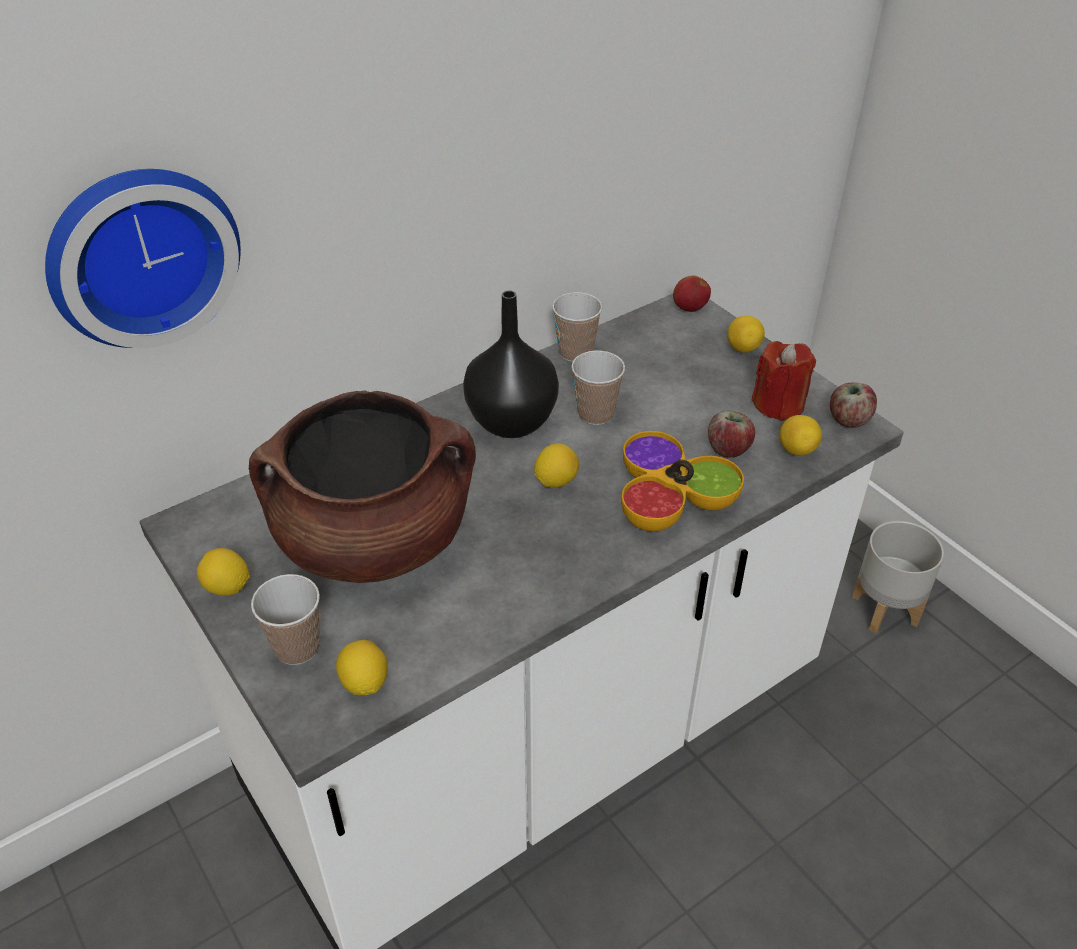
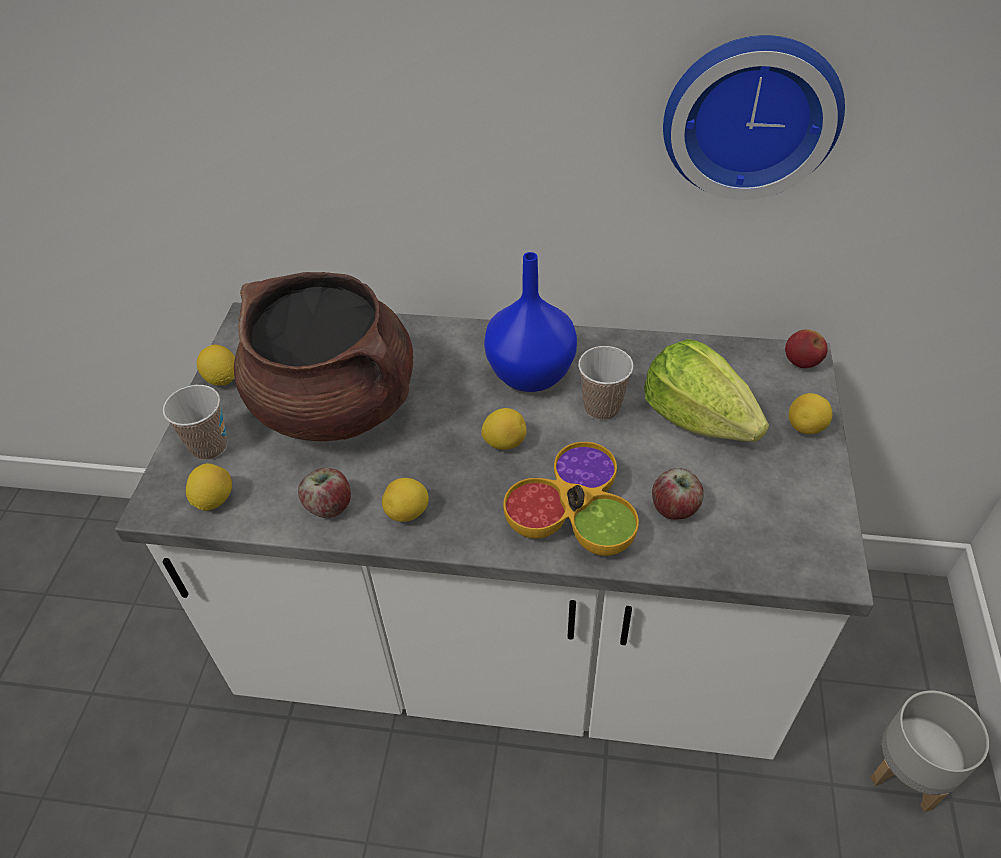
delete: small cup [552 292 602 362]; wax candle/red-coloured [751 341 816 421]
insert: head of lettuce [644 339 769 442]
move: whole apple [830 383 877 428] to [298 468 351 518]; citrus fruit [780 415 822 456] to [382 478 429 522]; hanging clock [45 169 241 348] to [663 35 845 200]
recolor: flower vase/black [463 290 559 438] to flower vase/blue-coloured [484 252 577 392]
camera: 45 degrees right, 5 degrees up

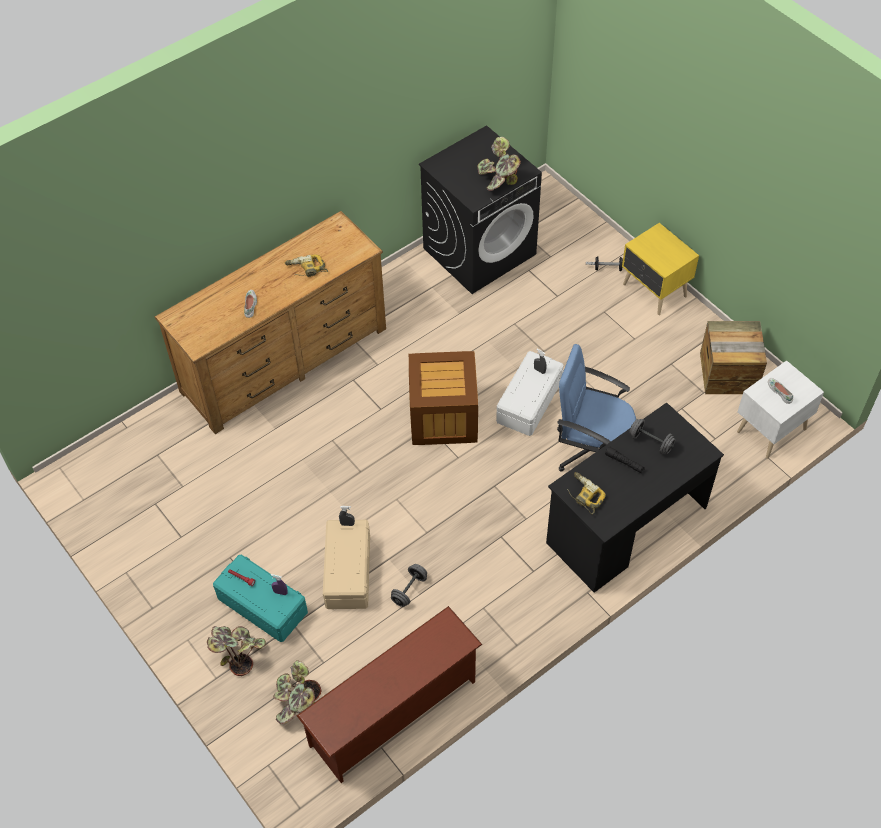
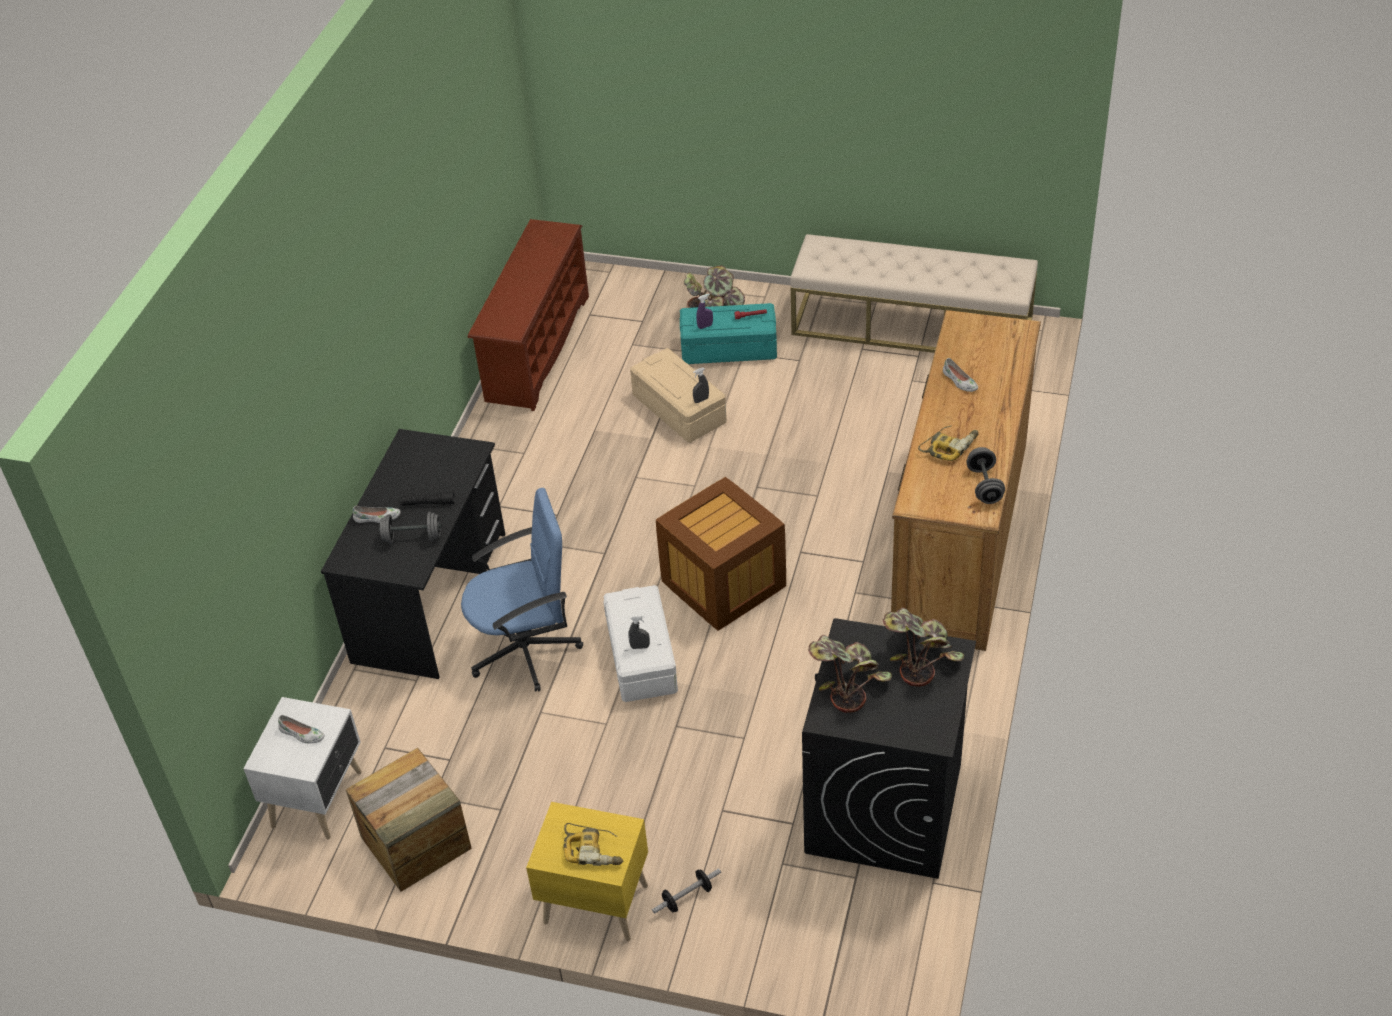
insert: shoe/white [353 506 401 523]; long seat/sand-coloured [790 234 1038 353]
move: power drill [567 473 606 515] to [564 823 623 866]; houseplant [273 660 322 724] to [883 608 964 687]; hand weight/gray [391 564 427 607] to [966 447 1005 504]
camera: 145 degrees right, 10 degrees down

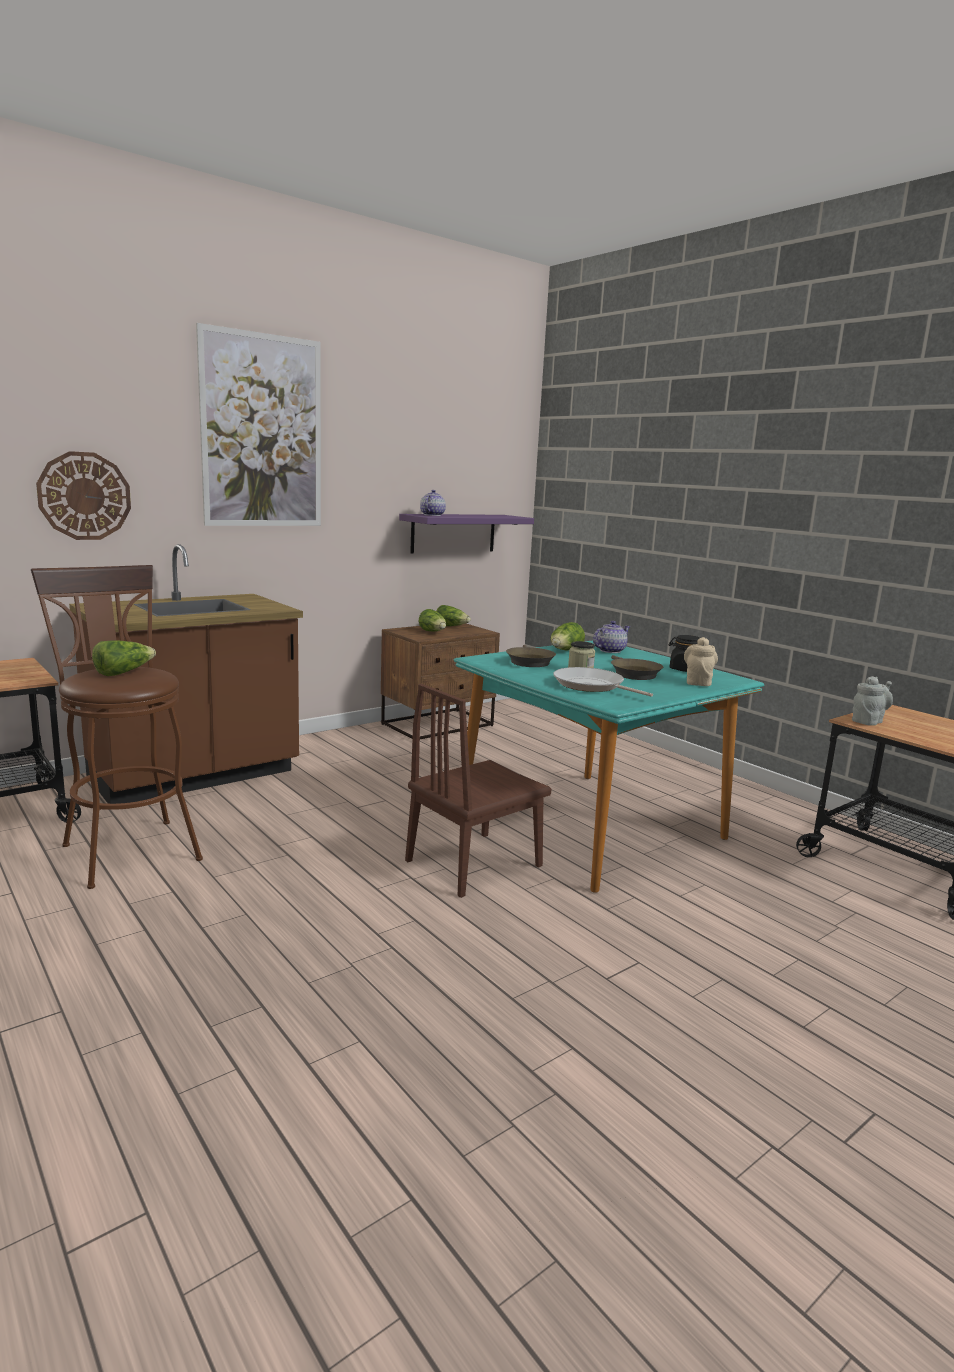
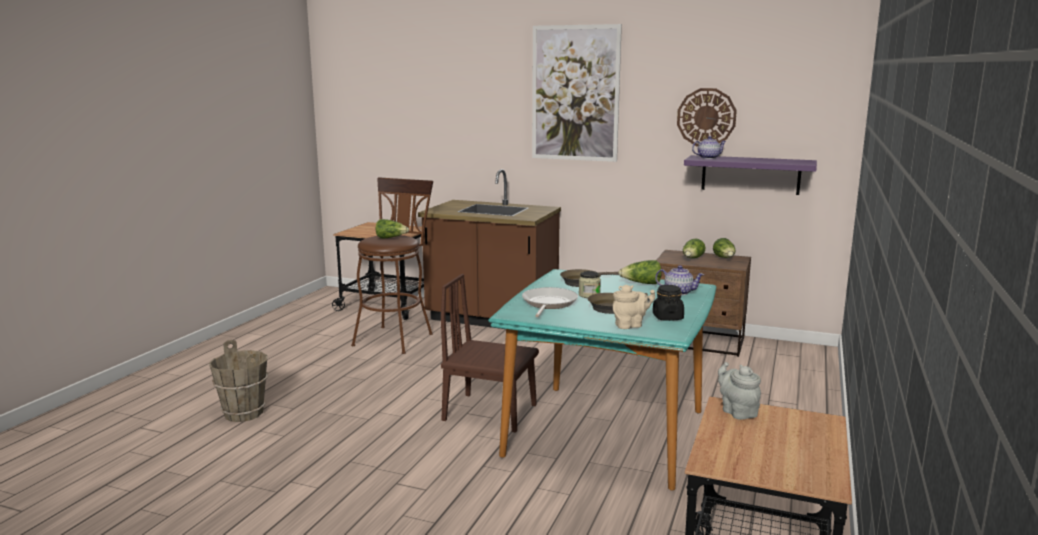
insert: pail/brownish [209 340 268 422]
move: hanging clock [36 451 131 540] to [677 88 737 147]
rotate: teapot/gray [852 676 893 726] = [718 362 761 420] 135 degrees counterclockwise
camera: 60 degrees right, 0 degrees up

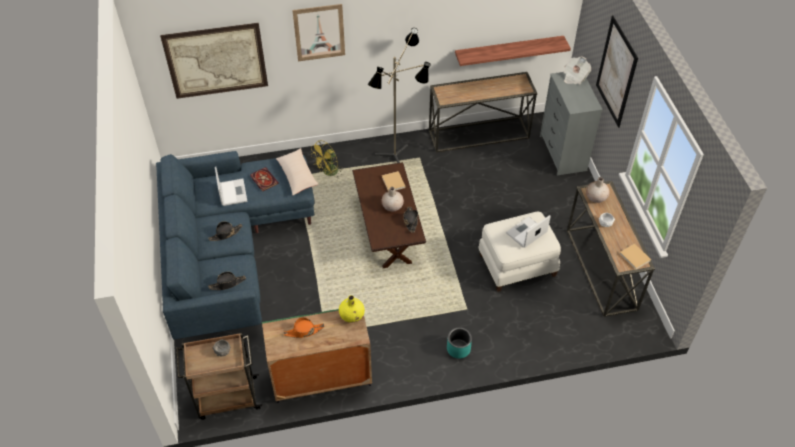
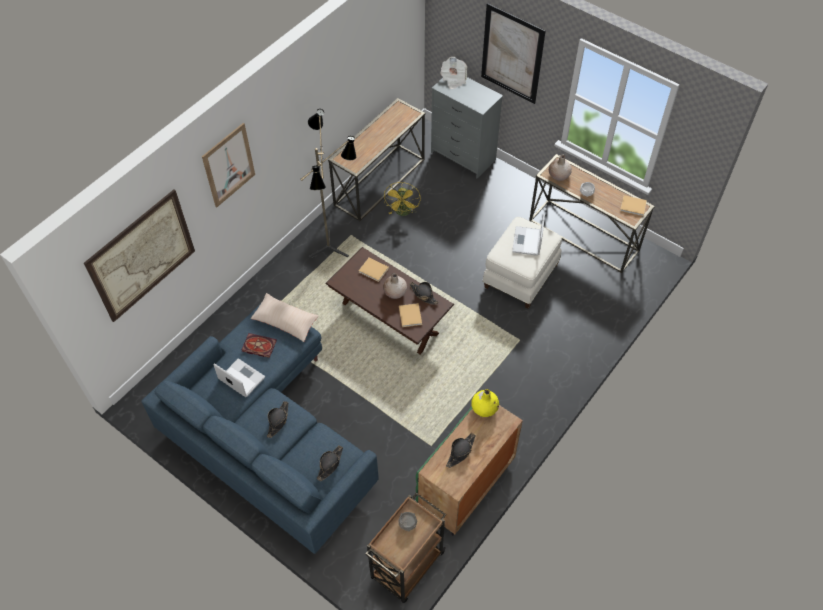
delete: planter/blue-green [447 327 472 359]; wall shelf [455 36 571 66]
insert: book/sand-coloured [399 303 422 327]
move: cooling fan/yellow-coloured [310 140 343 177] to [384 182 421 216]
recolor: hat/orange-coloured [284 317 324 338] to hat/black [446 433 476 468]
camera: 40 degrees left, 5 degrees up

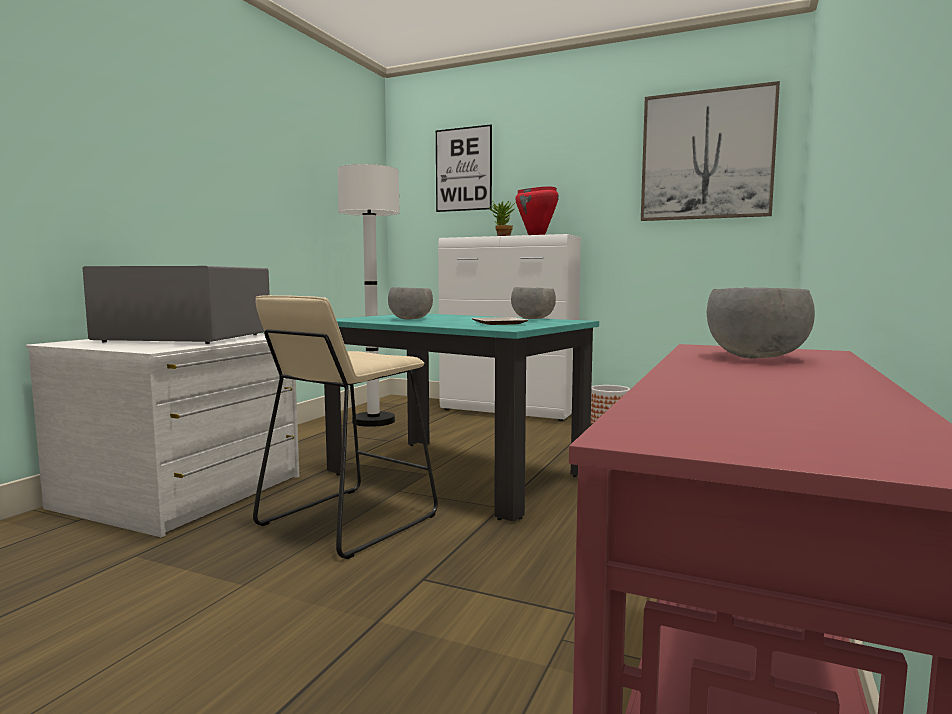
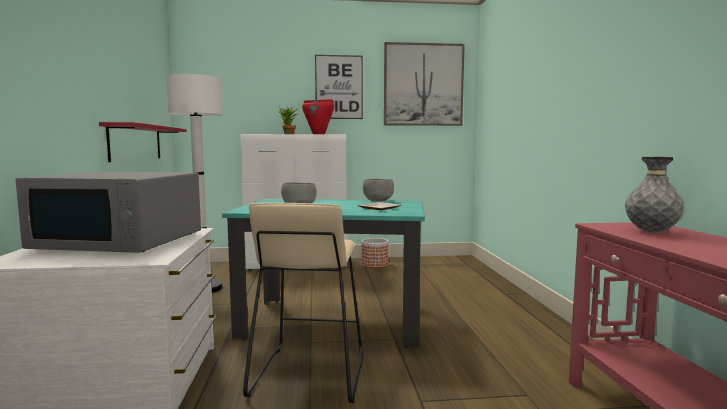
insert: wall shelf/red-coloured [99 122 187 162]
move: picture [436 125 492 212] to [315 55 363 119]
replace: deep dish/gray [707 287 815 359] to flower vase/gray [625 157 684 233]
rotate: kitchen microwave/gray [83 266 270 344] = [16 172 201 253] 150 degrees counterclockwise
camera: 30 degrees left, 0 degrees up

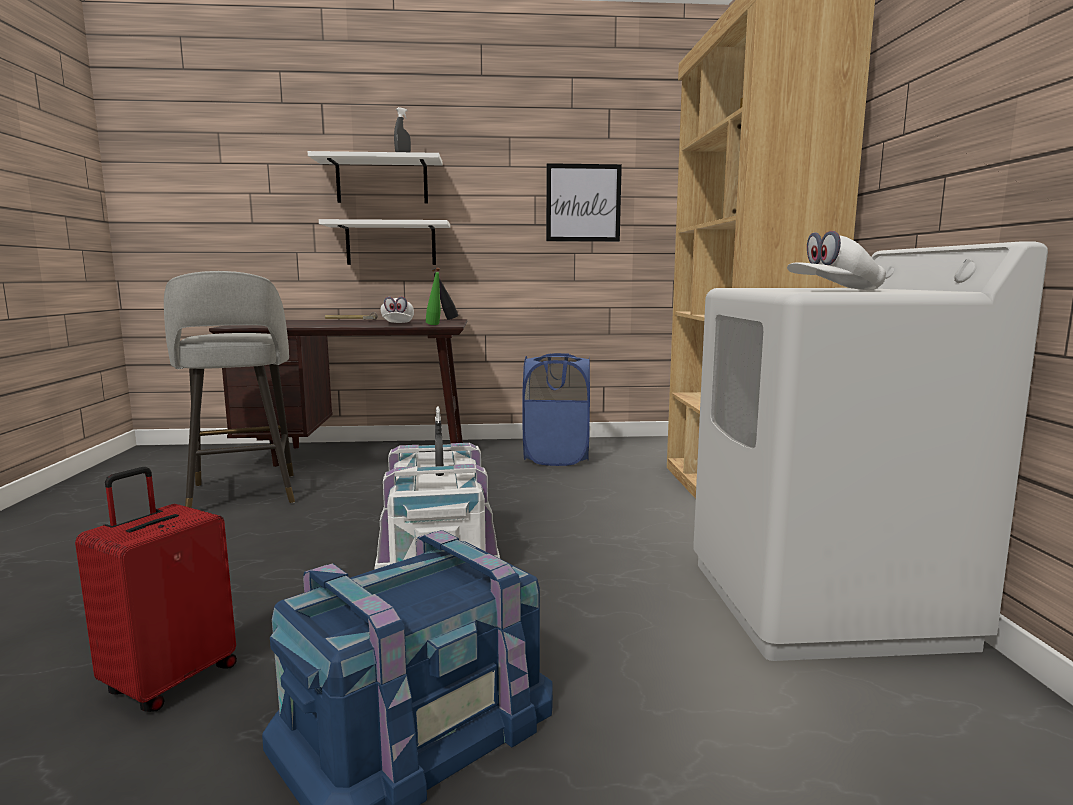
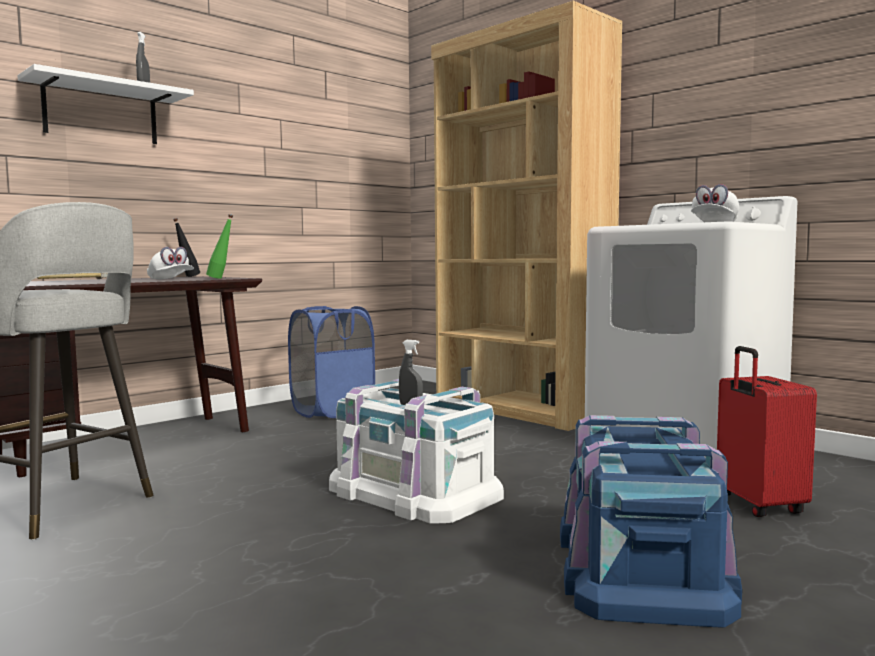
delete: wall shelf/white [319 219 450 265]; picture [546 163 622 242]
move: suitcase/red-coloured [75 467 237 712] to [717 346 817 517]
camera: 40 degrees left, 5 degrees down

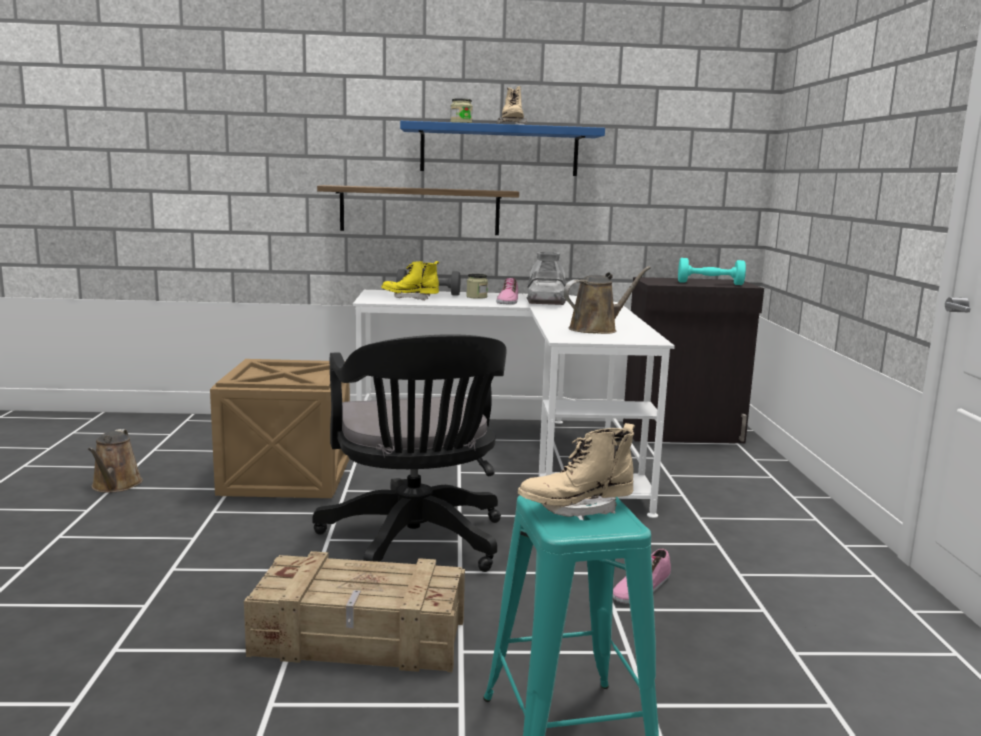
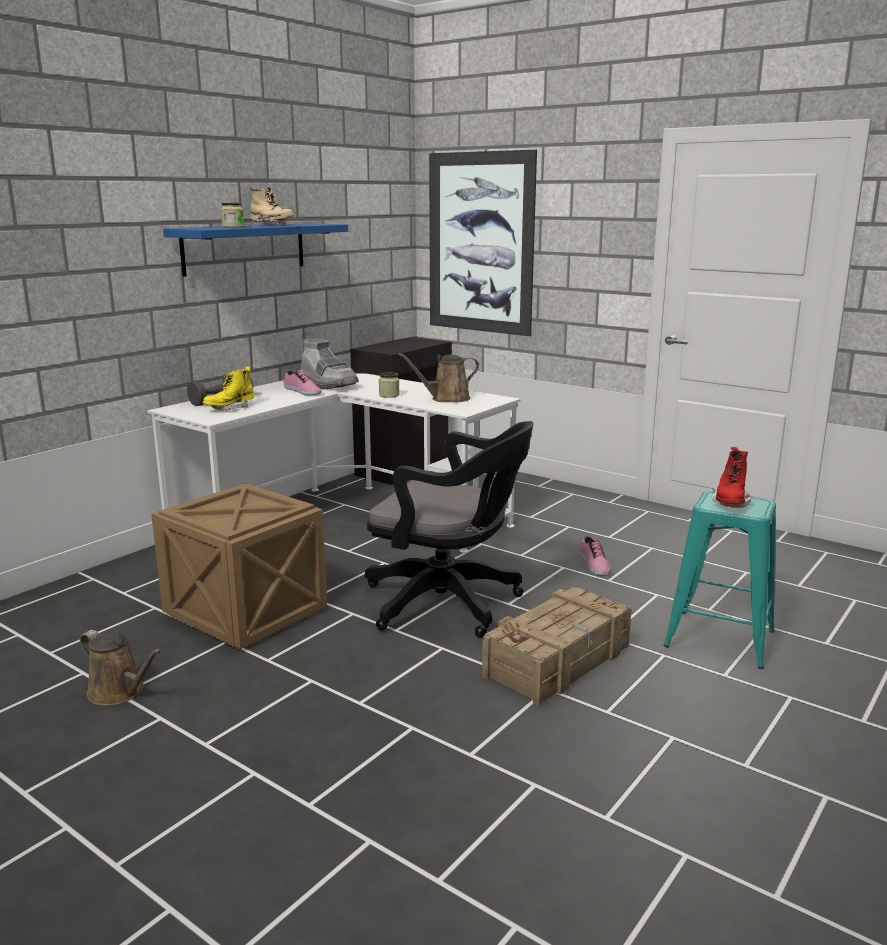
delete: wall shelf [317 185 519 235]; hand weight/blue-green [678 258 746 285]
insert: picture [429 150 537 336]
move: storage jar [466 274 488 299] to [379 372 400 398]
recolor: boot/sand-coloured [518 423 635 517] to boot/red-coloured [712 447 751 508]
rotate: sprinkling can/brownish [564 266 651 334] = [398 353 479 402] 120 degrees counterclockwise
camera: 50 degrees left, 5 degrees up

